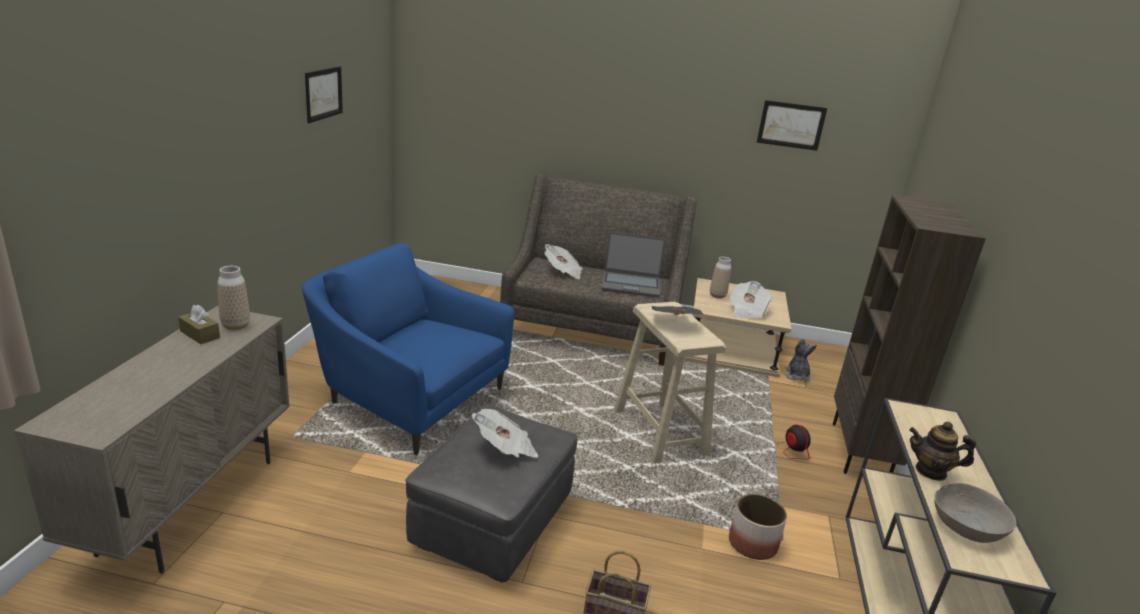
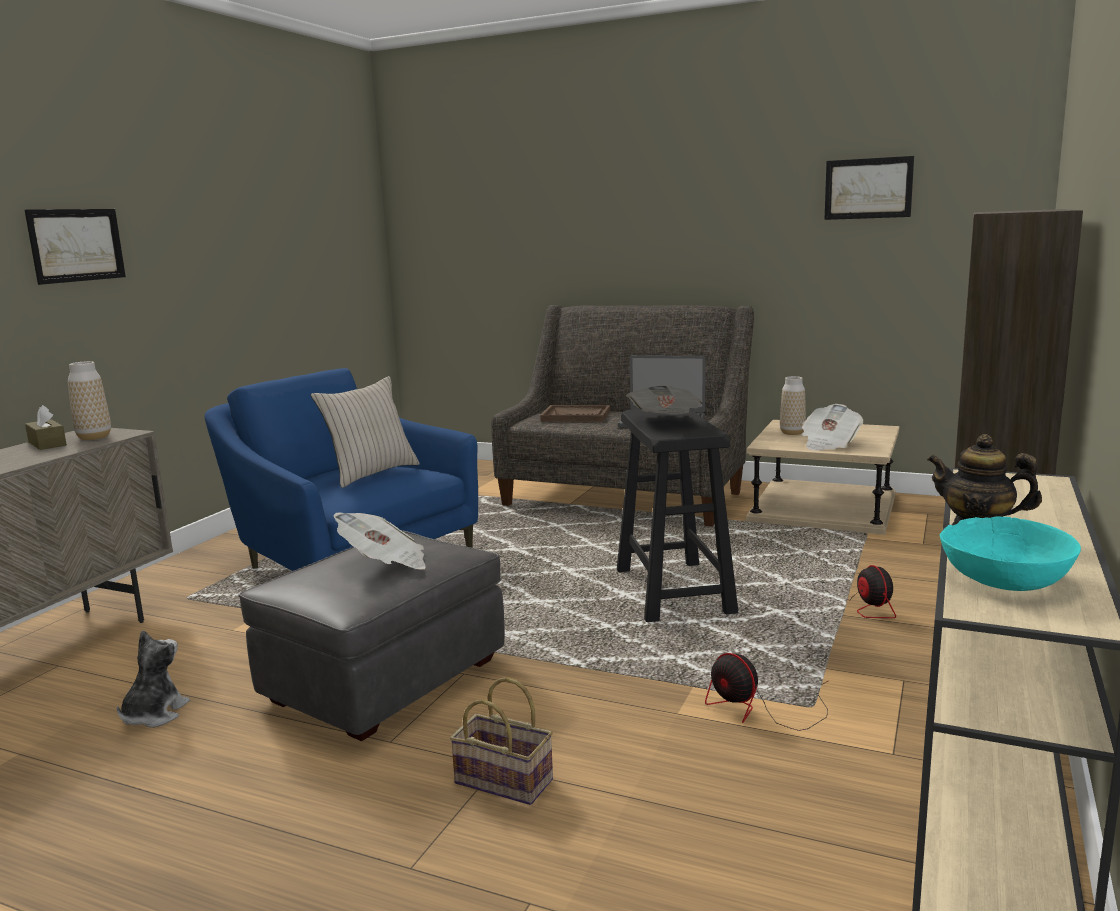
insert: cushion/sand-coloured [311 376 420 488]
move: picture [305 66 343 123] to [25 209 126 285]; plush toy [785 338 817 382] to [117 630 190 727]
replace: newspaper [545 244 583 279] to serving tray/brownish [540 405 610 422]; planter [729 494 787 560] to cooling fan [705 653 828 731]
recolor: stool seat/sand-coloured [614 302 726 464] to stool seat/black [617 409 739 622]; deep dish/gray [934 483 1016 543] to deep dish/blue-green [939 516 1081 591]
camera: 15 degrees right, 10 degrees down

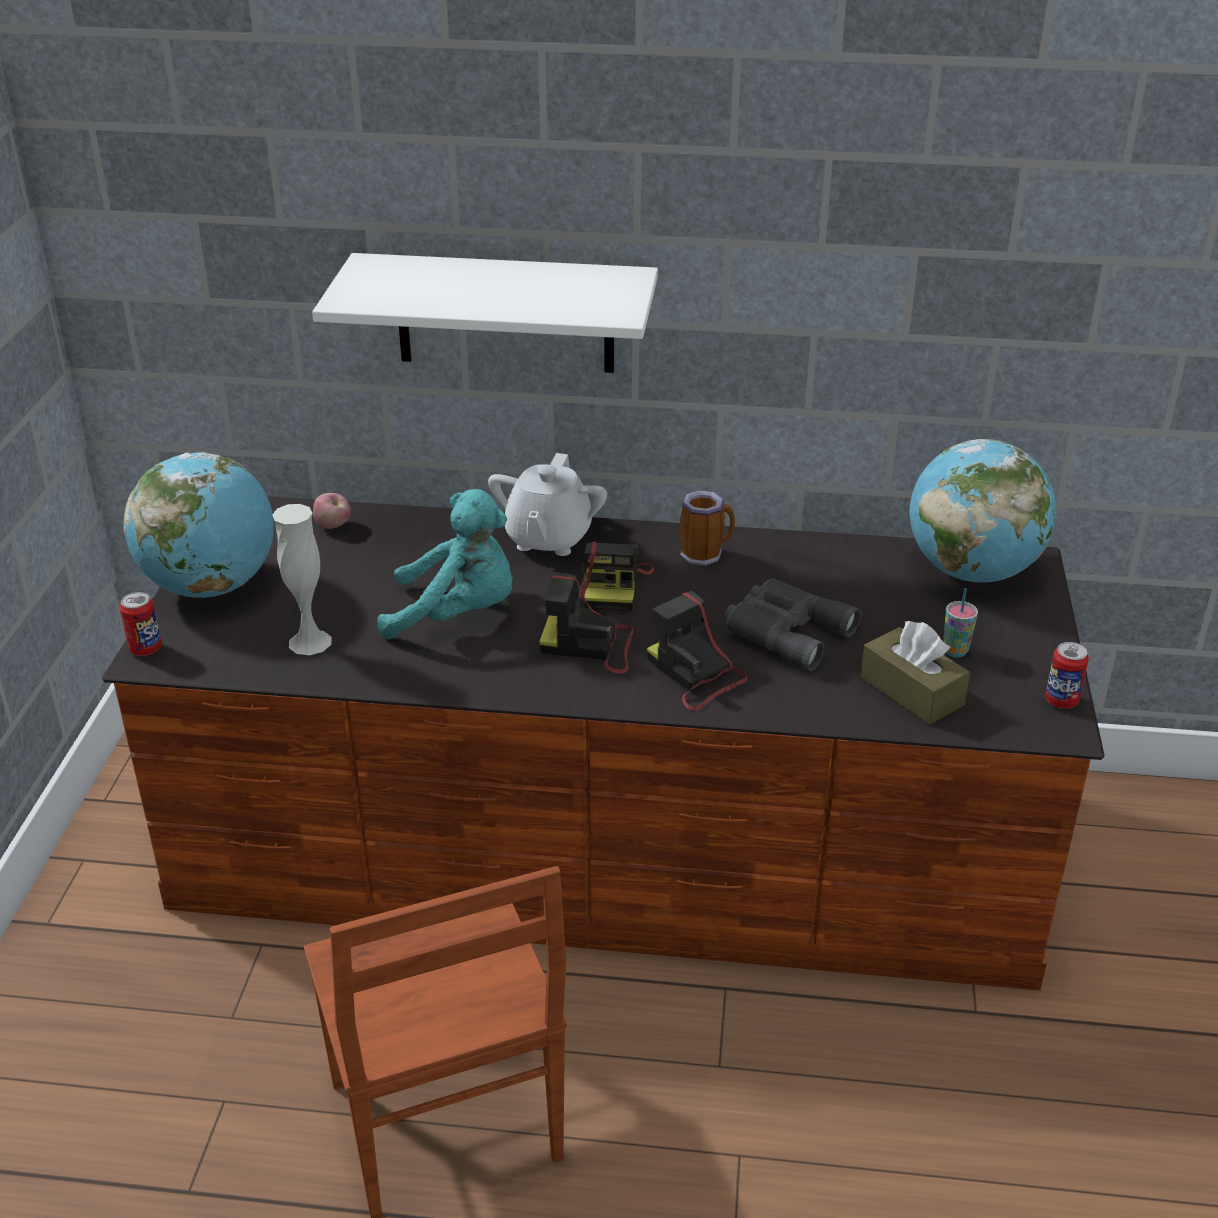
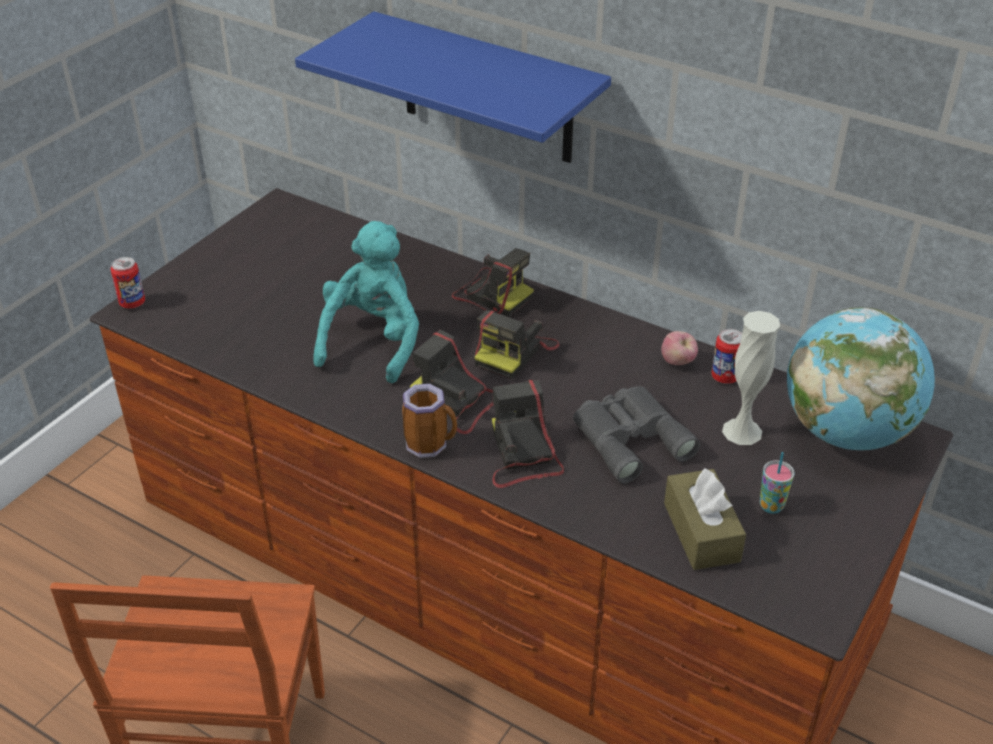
delete: globe [123 452 274 598]
move: mug [680 490 735 566] to [402 384 457 458]; whole apple [313 493 351 529] to [661 331 698 365]; metal can [1045 642 1089 708] to [711 329 742 384]; flower vase/white [272 504 331 655] to [722 311 780 445]
replace: teapot/white [488 453 607 556] to photo camera [452 248 534 317]
recolor: wall shelf/white [312 253 658 373] to wall shelf/blue-coloured [295 12 611 163]
rotate: plush toy/blue-green [377 489 513 639] = [313 221 419 383] 105 degrees counterclockwise
camera: 25 degrees right, 5 degrees up

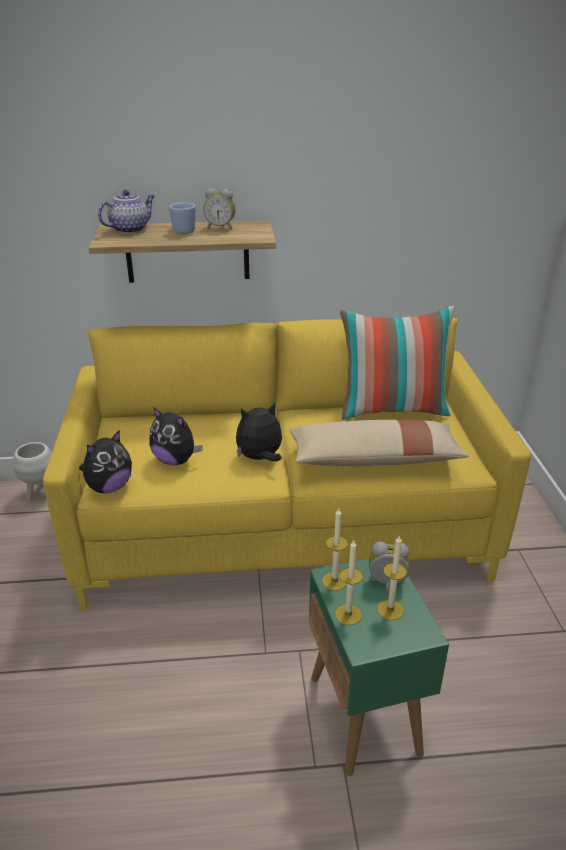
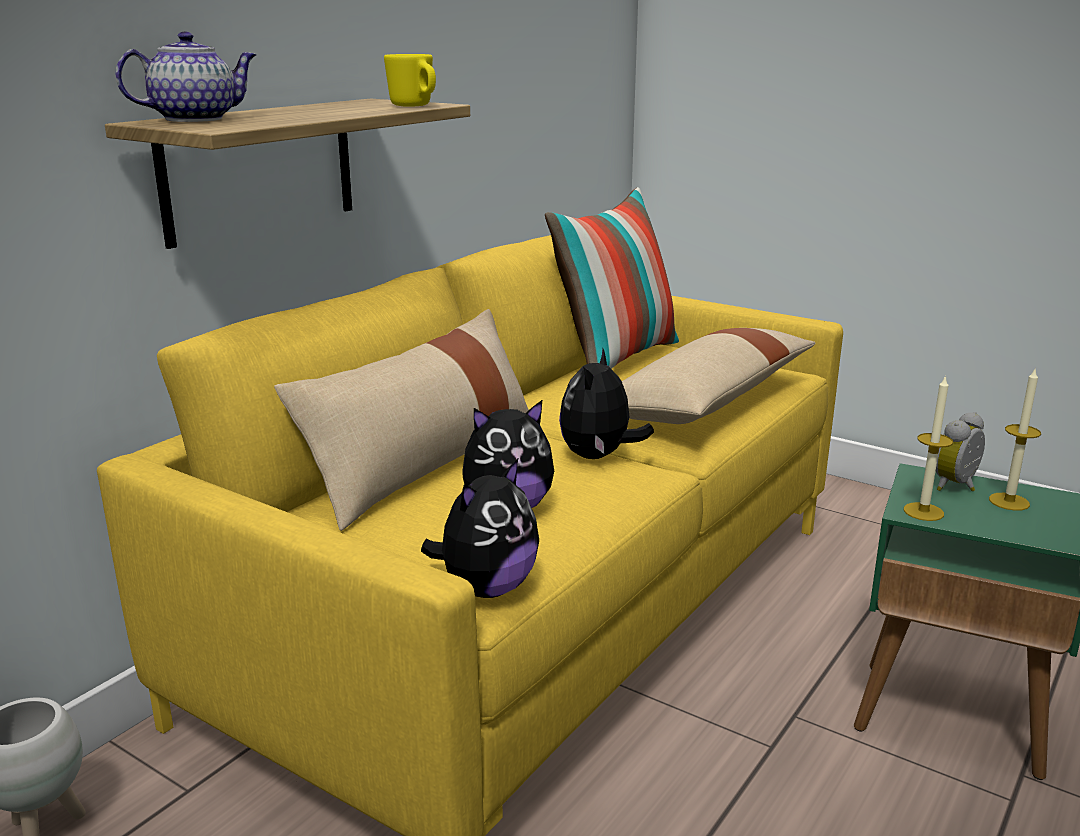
delete: mug/blue-coloured [169 202 196 234]; table clock [203 188 236 230]; wax candle [335 540 363 625]
insert: cushion/sand-coloured [274 309 529 531]; mug/yellow-coloured [384 54 436 107]
rotate: teapot [98 190 155 234] = [116 31 256 122] 60 degrees clockwise; plush toy [79 430 132 493] = [421 457 539 598] 45 degrees clockwise
camera: 50 degrees left, 10 degrees down

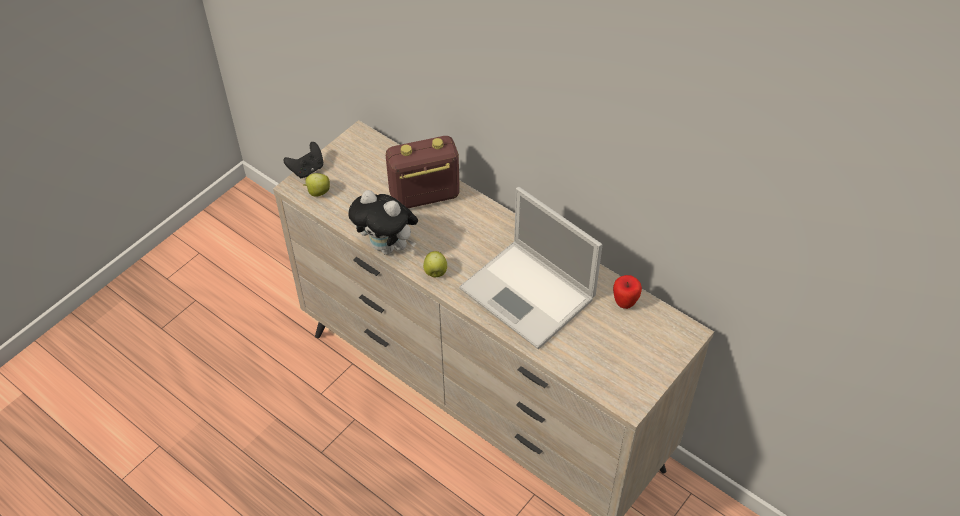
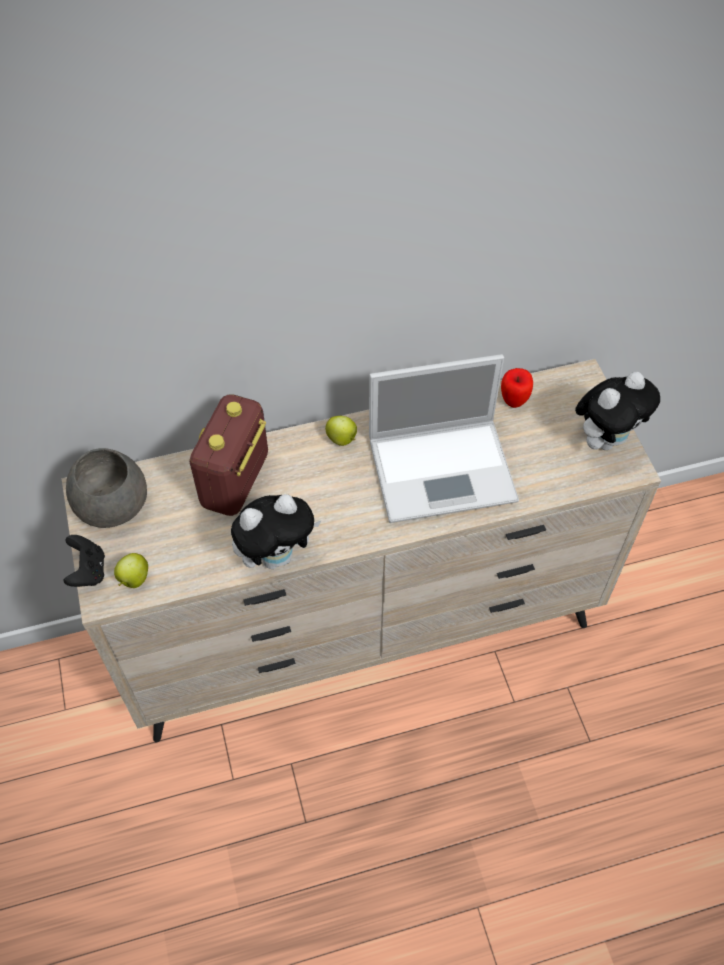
insert: deep dish/gray [66 448 147 528]; plush toy [575 372 660 450]
move: whole apple [423 251 447 277] to [325 416 357 446]
camera: 55 degrees left, 5 degrees up

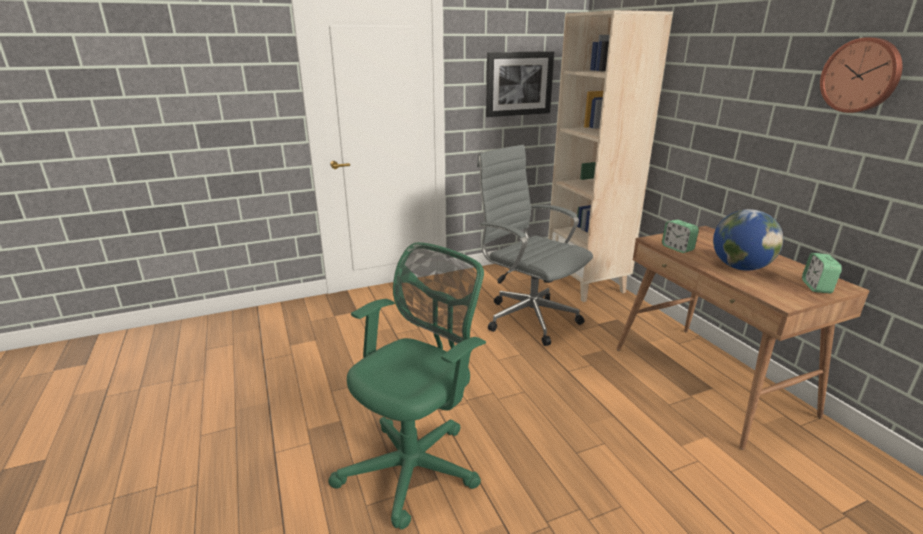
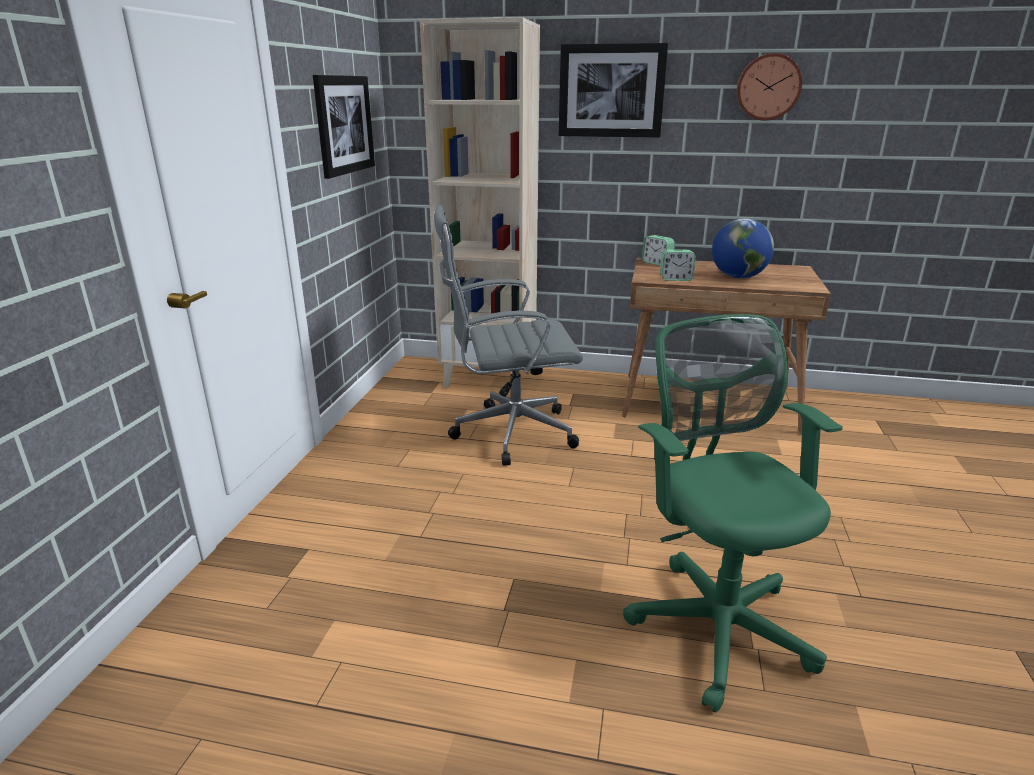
insert: picture [558 43 668 138]
move: table clock [802 253 842 294] to [642 235 674 266]
camera: 55 degrees left, 0 degrees up

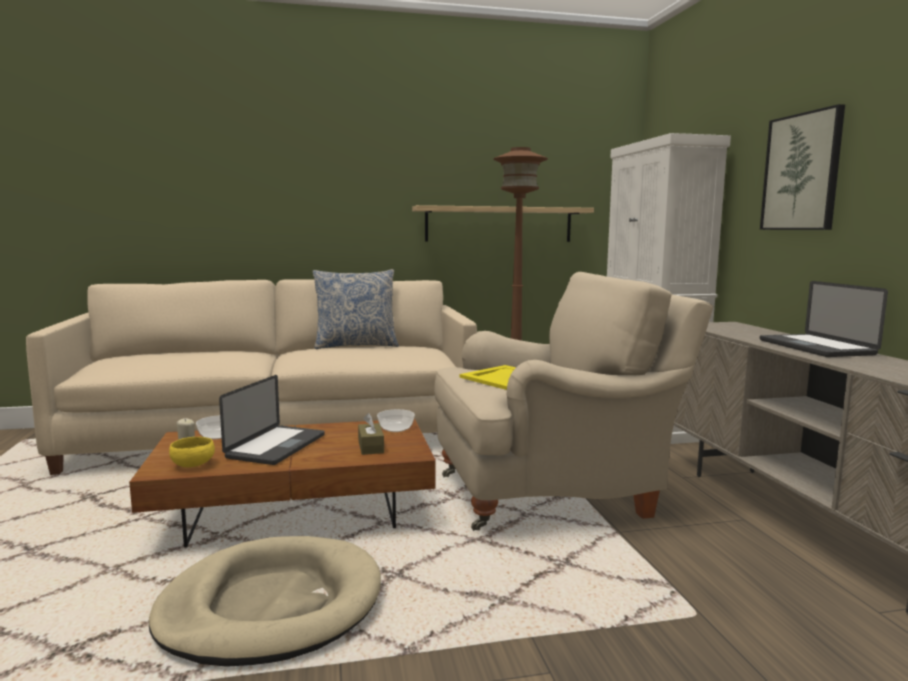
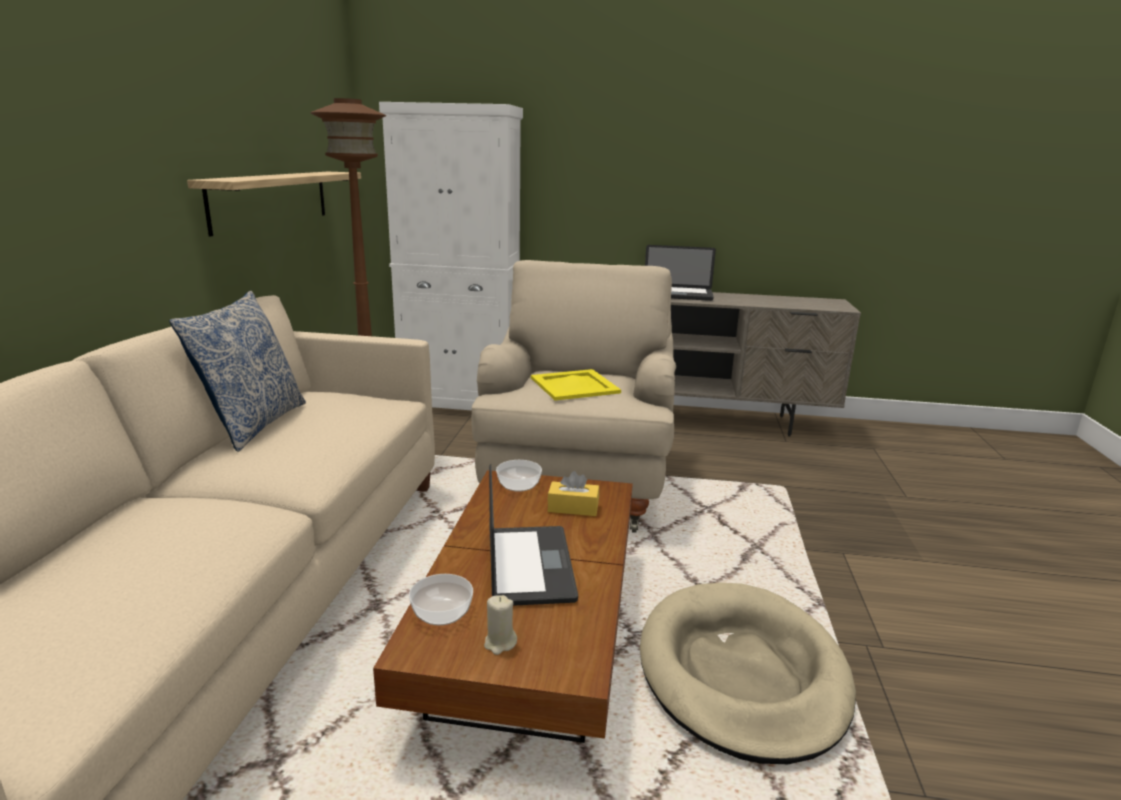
delete: deep dish/yellow-coloured [169 437 215 468]; picture [760 104 845 230]
recolor: tissue holder/brownish [358 413 384 455] to tissue holder/yellow-coloured [547 471 599 516]
rotate: laptop [219 375 325 465] = [489 464 578 606] 45 degrees clockwise
camera: 70 degrees left, 10 degrees up

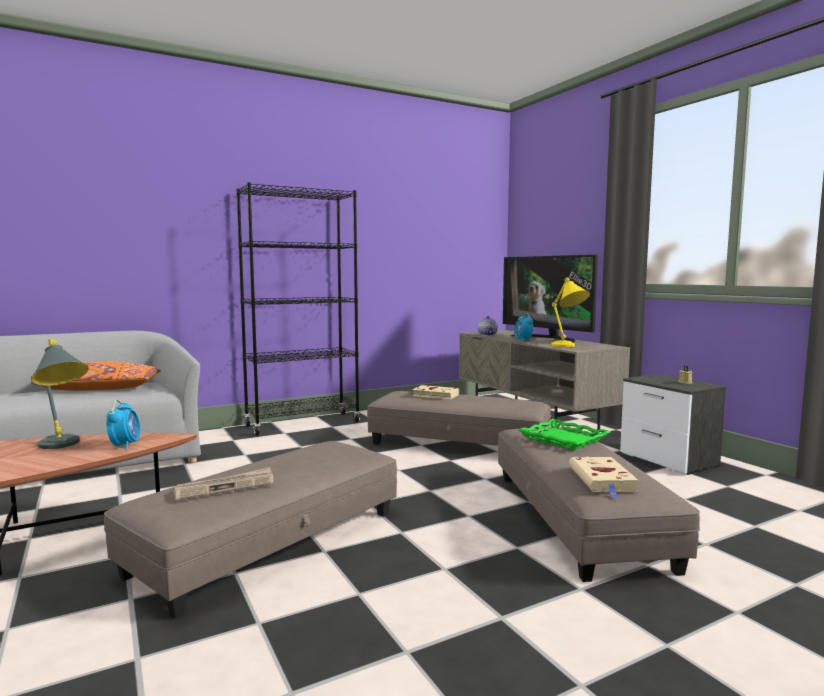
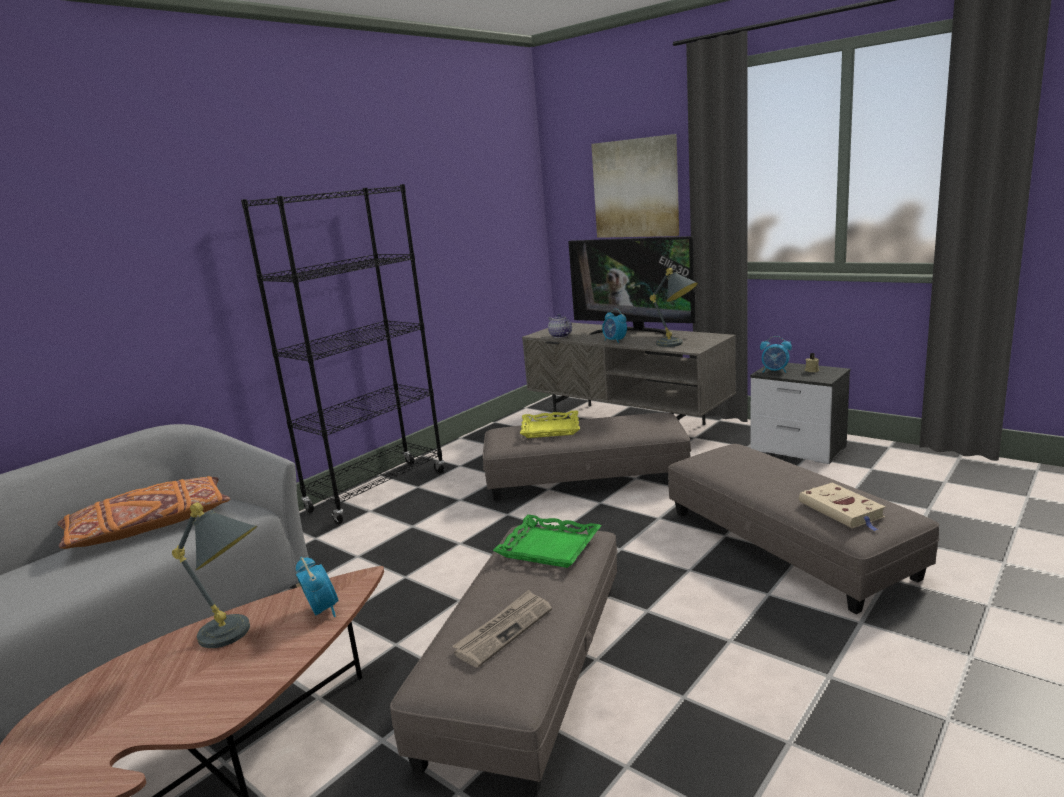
insert: picture [591 134 679 238]; table clock [760 336 792 373]
move: serving tray/green-coloured [519 419 610 450] to [493 515 602 568]
replace: book/sand-coloured [410 385 459 400] to serving tray/yellow-coloured [520 410 580 438]
recolor: lamp for a table/yellow-coloured [551 278 590 347] to lamp for a table/gray [650 268 698 347]
camera: 20 degrees left, 10 degrees up

